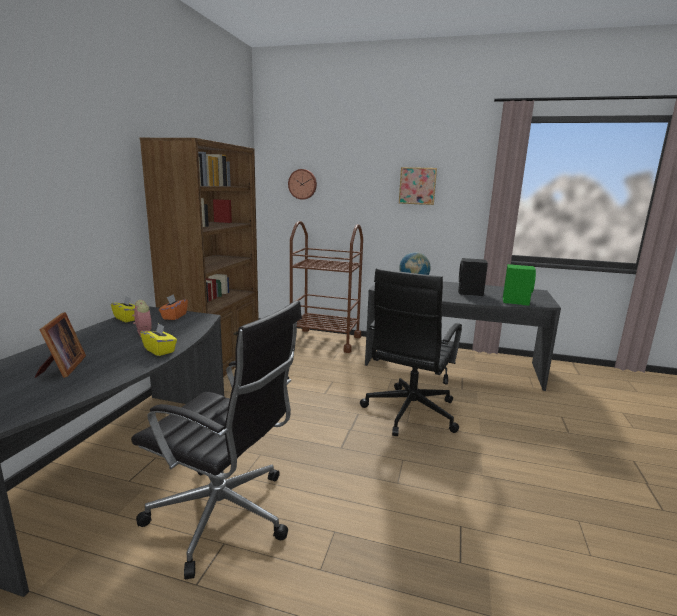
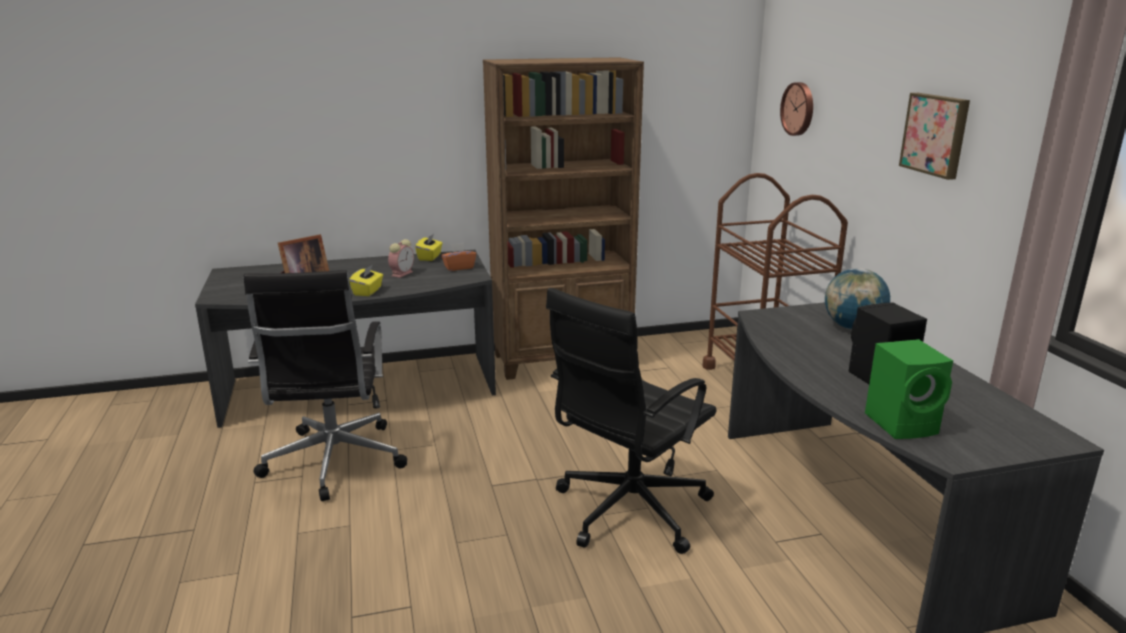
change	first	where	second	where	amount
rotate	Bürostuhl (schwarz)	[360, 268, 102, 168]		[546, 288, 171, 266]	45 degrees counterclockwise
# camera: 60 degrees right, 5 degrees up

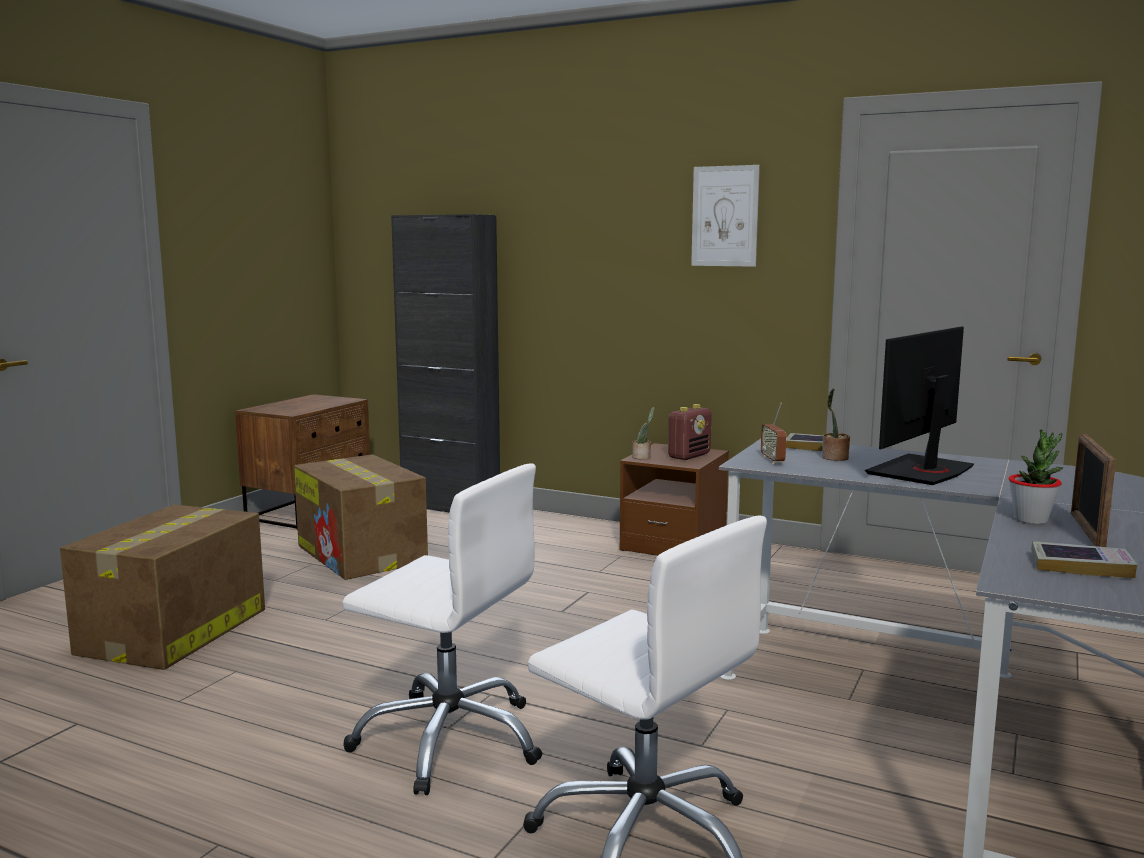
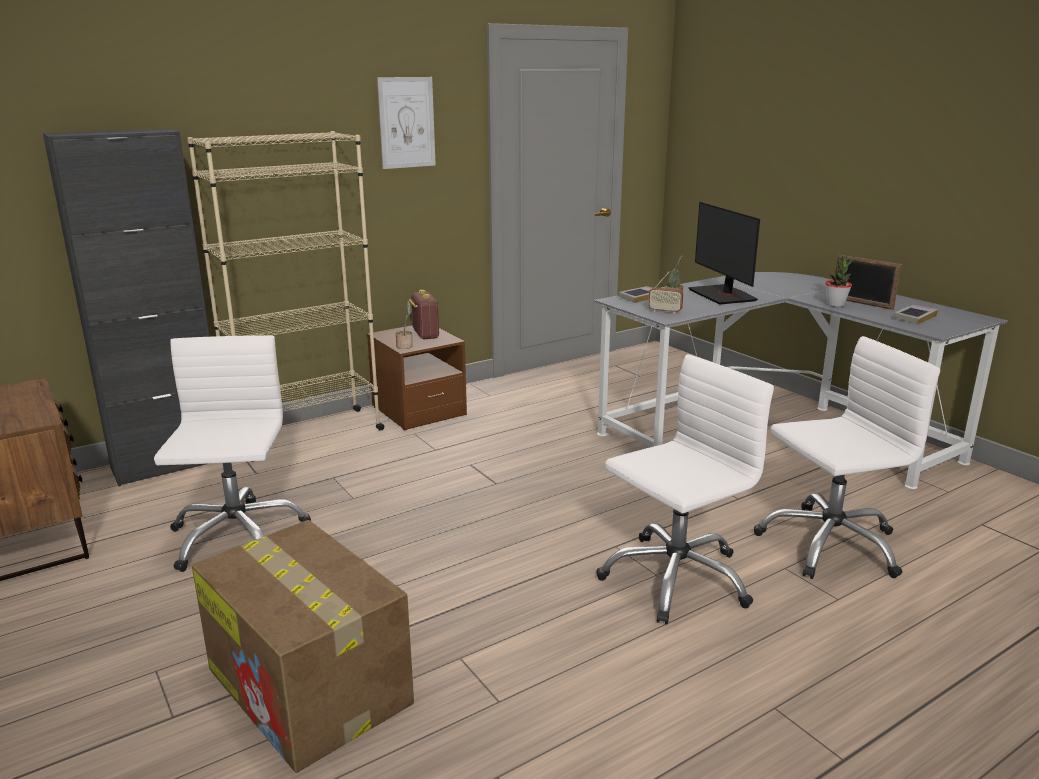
change	first	where	second	where	amount
replace	Karton	[294, 454, 134, 126]	Bürostuhl (weiß)	[154, 335, 157, 237]	
insert			Bücherregal (beige)	[187, 131, 198, 331]	
# camera: 60 degrees left, 10 degrees up

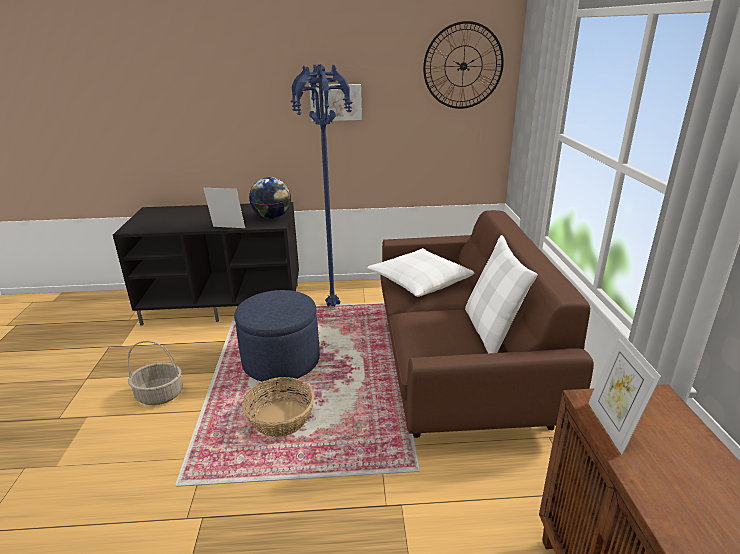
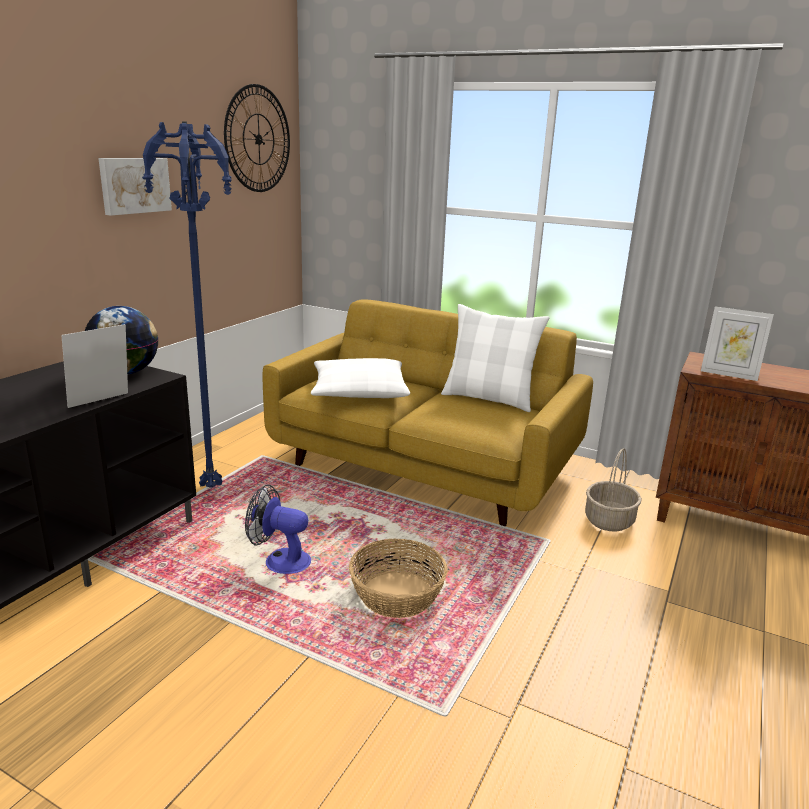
change	first	where	second	where	amount
recolor	Sofa (braun)	[380, 210, 214, 228]	Sofa (gelb)	[263, 299, 330, 227]	
replace	Polsterhocker (blau)	[234, 290, 86, 93]	Ventilator	[245, 484, 66, 90]	
move	Korb	[128, 341, 55, 64]		[585, 448, 57, 83]	
# camera: 60 degrees left, 5 degrees down

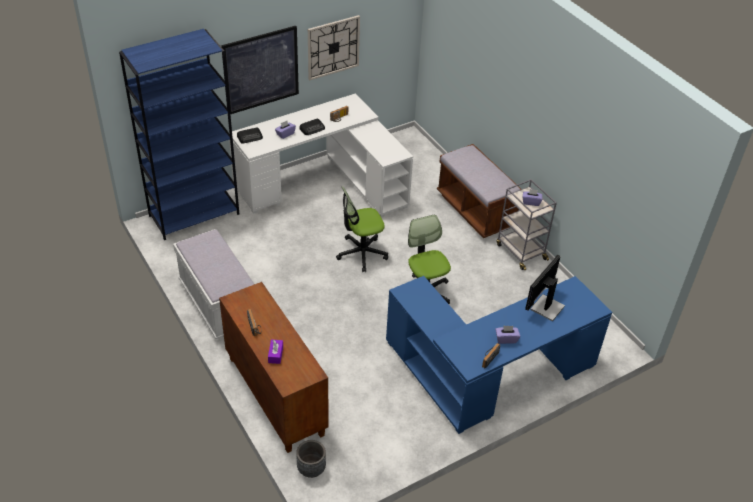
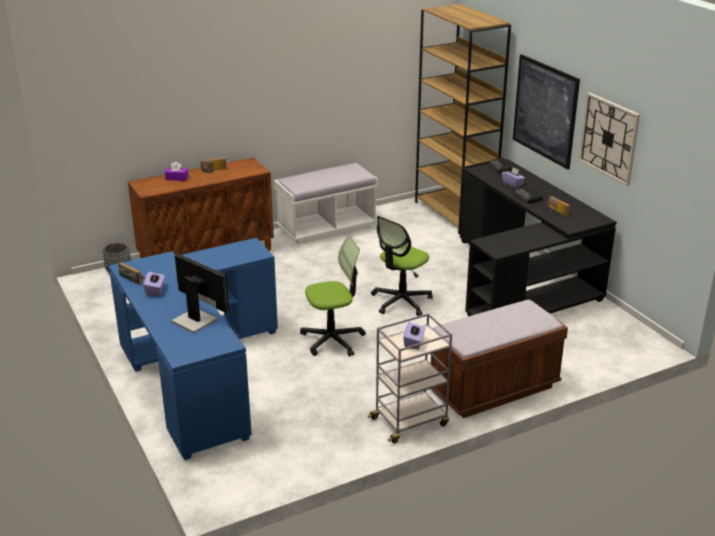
change	first	where	second	where	amount
recolor	Bücherregal (blau)	[119, 29, 120, 211]	Bücherregal (braun)	[415, 4, 96, 231]	
recolor	Schreibtisch (weiß)	[229, 94, 184, 123]	Schreibtisch (schwarz)	[460, 159, 157, 157]	
rotate	Bürostuhl	[336, 187, 52, 85]		[371, 216, 62, 100]	120 degrees counterclockwise
# camera: 95 degrees right, 15 degrees down

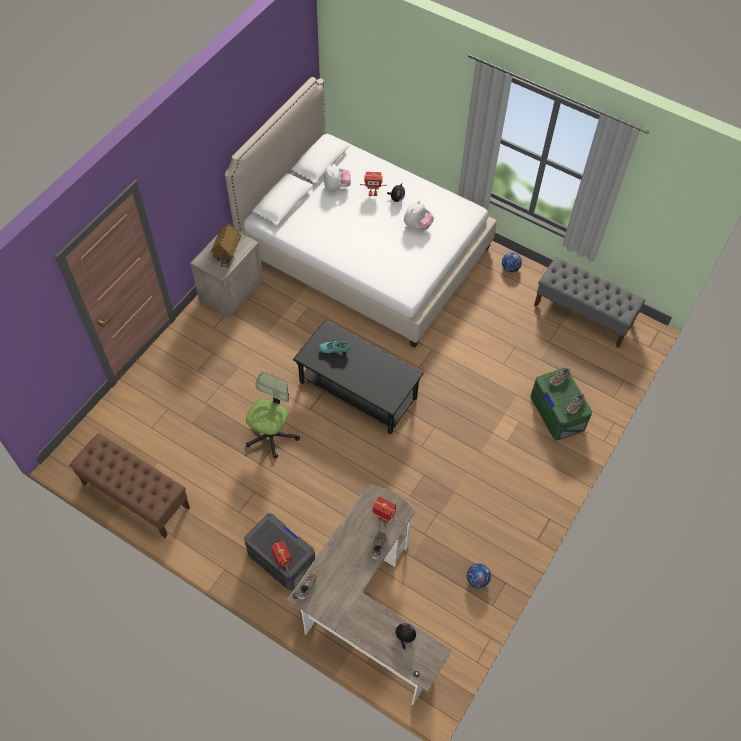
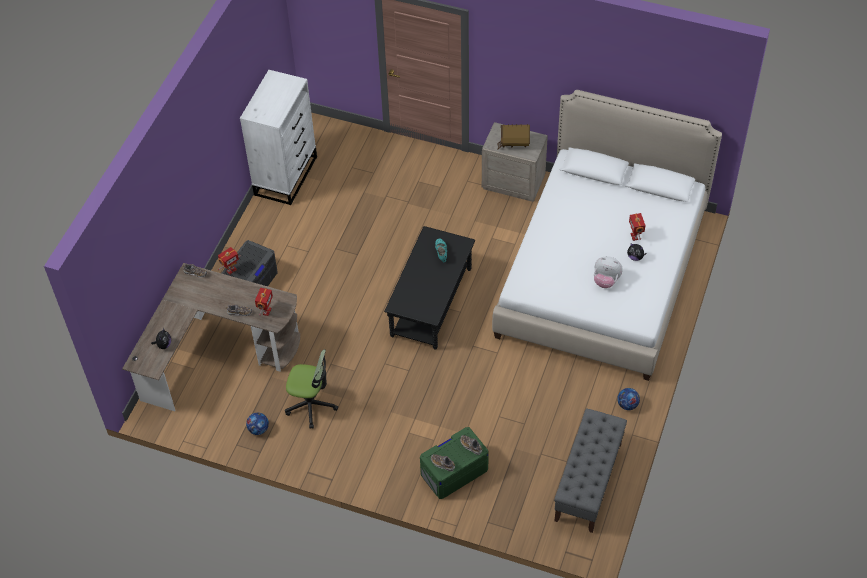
change	first	where	second	where	amount
delete	Plüschtier	[324, 163, 27, 28]			
move	Bürostuhl	[246, 372, 54, 87]		[285, 349, 53, 80]	
replace	Bank (braun)	[69, 433, 121, 105]	Kommode (weiß)	[240, 70, 77, 135]	
# camera: 80 degrees right, 5 degrees down

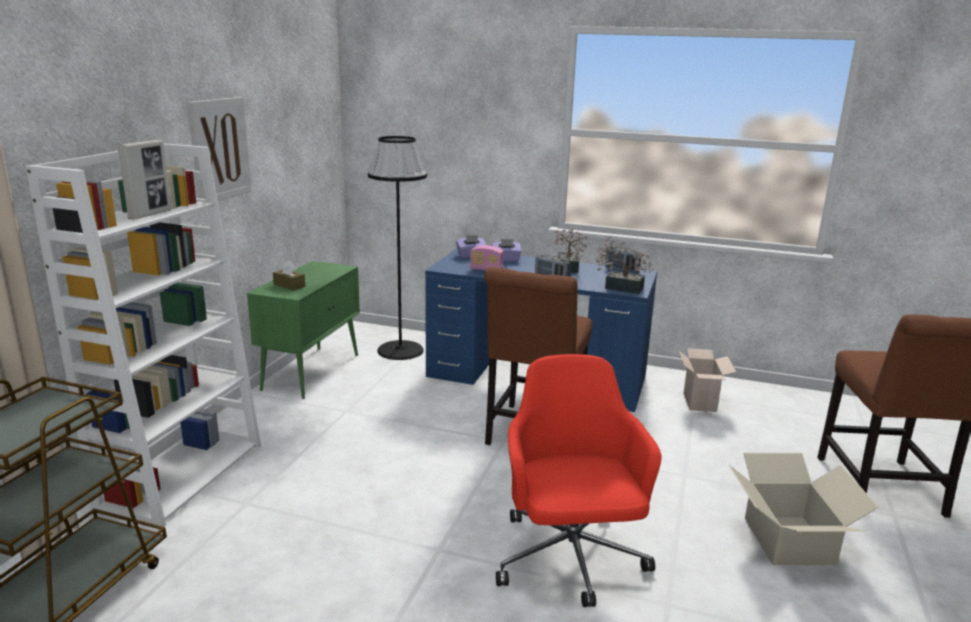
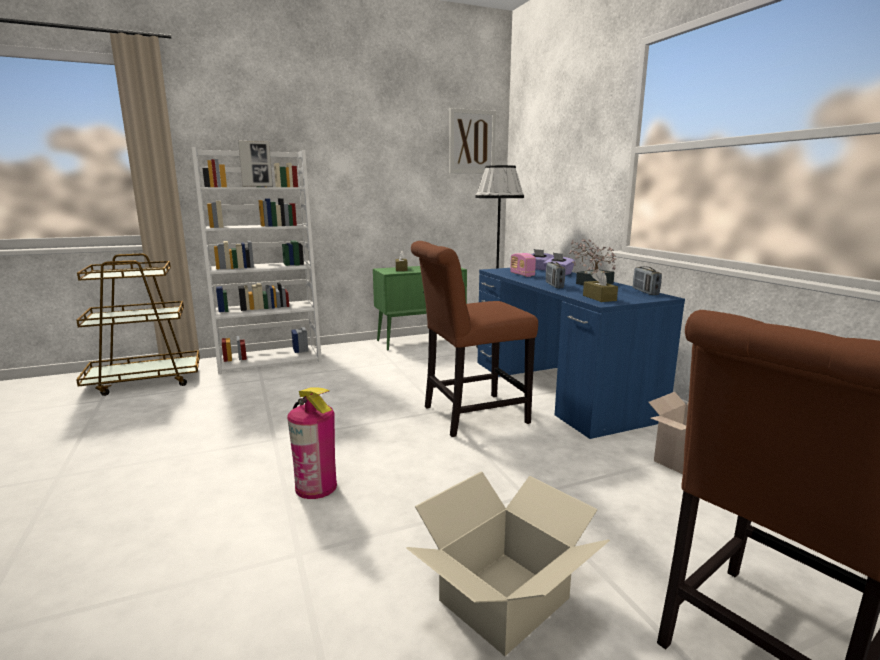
change	first	where	second	where	amount
move	Bild	[187, 97, 65, 104]		[449, 108, 47, 66]	
replace	Topfpflanze	[596, 237, 58, 57]	Taschentuchbox (braun)	[583, 270, 35, 32]	
replace	Bürostuhl (rot)	[496, 354, 166, 253]	Feuerlöscher	[287, 387, 50, 112]	
# camera: 50 degrees right, 5 degrees down

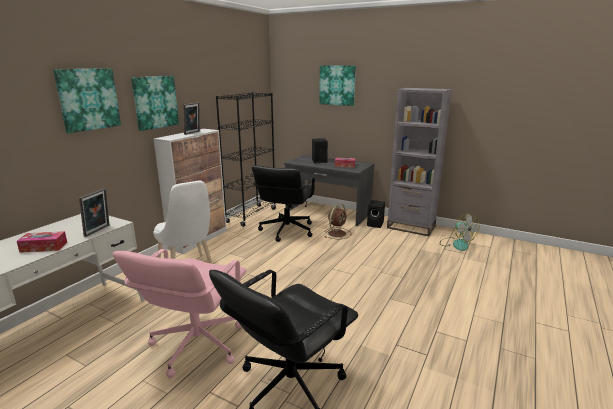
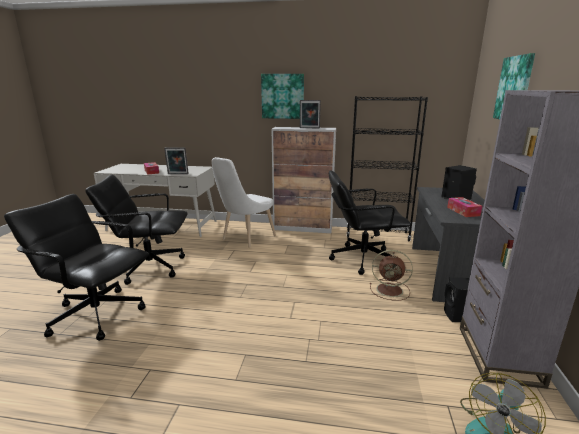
change	first	where	second	where	amount
delete	Bild	[53, 68, 68, 65]			
recolor	Bürostuhl (rosa)	[113, 249, 133, 129]	Bürostuhl (schwarz)	[85, 174, 103, 111]	
# camera: 70 degrees right, 0 degrees up

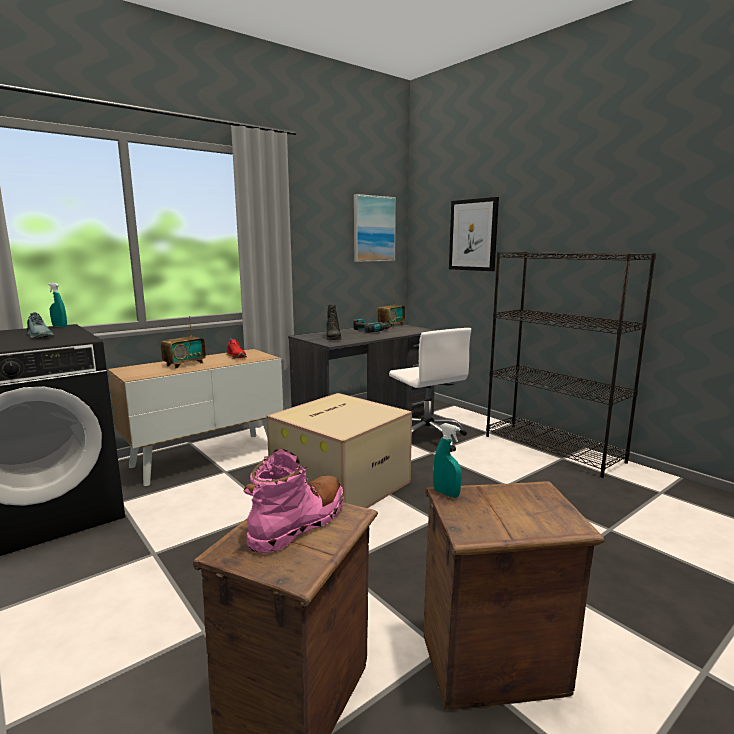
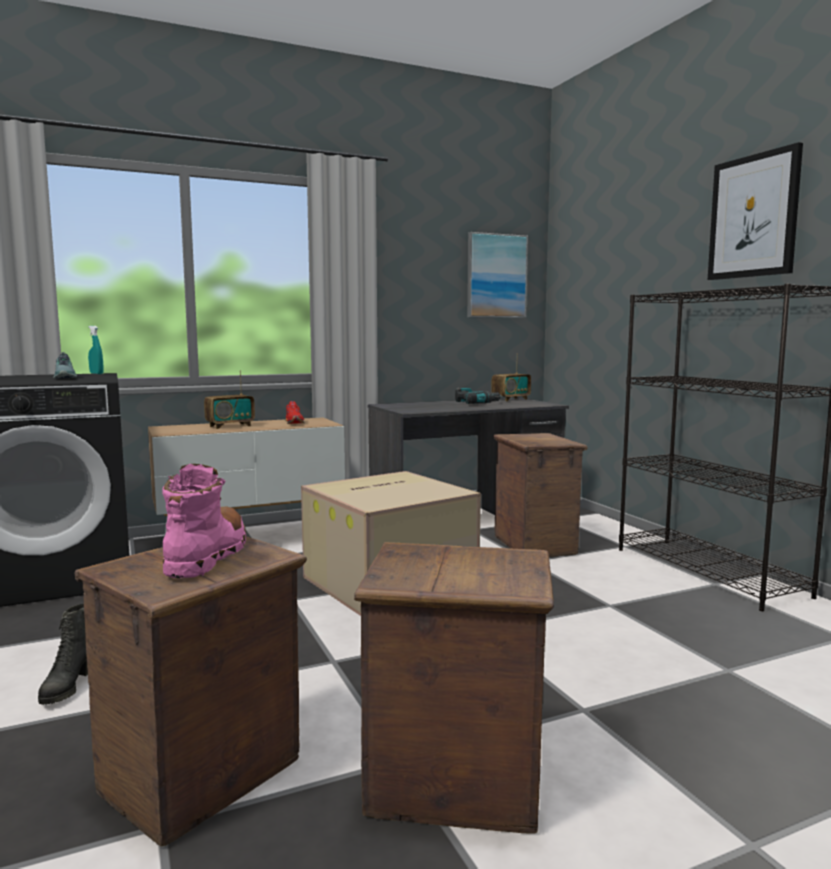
change	first	where	second	where	amount
move	Bild	[449, 197, 50, 74]		[708, 142, 95, 138]	
move	Stiefel (schwarz)	[326, 305, 15, 35]		[38, 603, 50, 102]	
replace	Bürostuhl (weiß)	[389, 328, 82, 124]	Kiste	[493, 433, 95, 124]	
delete	Sprühflasche (türkis)	[433, 423, 29, 75]			
rotate	Stiefel (rosa)	[244, 449, 100, 104]		[163, 464, 83, 114]	45 degrees counterclockwise
# camera: 15 degrees right, 5 degrees down

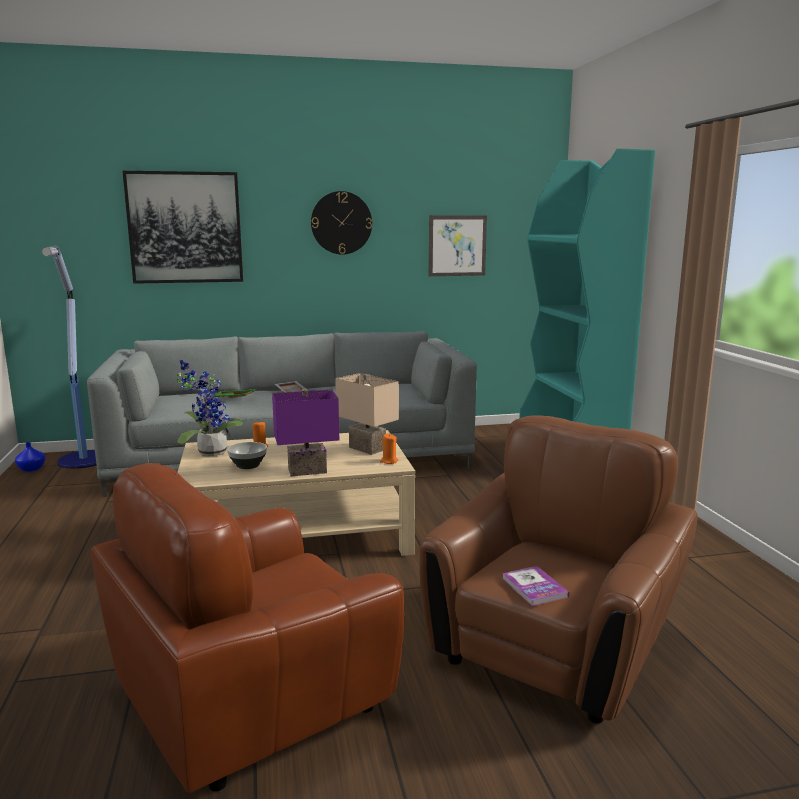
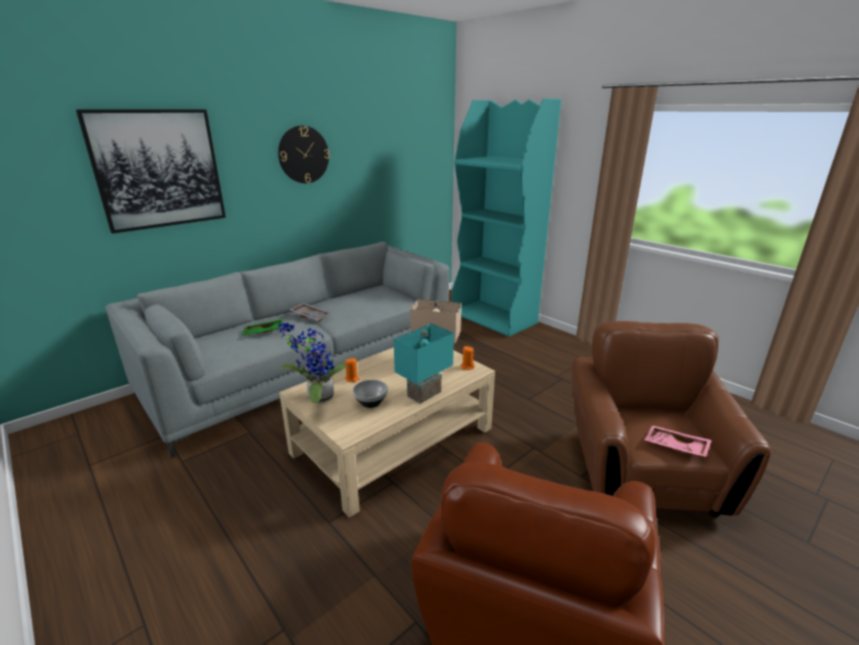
change	first	where	second	where	amount
delete	Bild	[429, 215, 58, 61]			
delete	Stehlampe	[42, 245, 55, 224]			
recolor	Tischlampe (lila)	[272, 389, 67, 87]	Tischlampe (türkis)	[394, 323, 60, 81]	
delete	Vase (blau)	[15, 442, 30, 30]			
replace	Buch	[502, 566, 67, 40]	Tablett (rosa)	[644, 425, 68, 32]	
# camera: 30 degrees left, 10 degrees up

